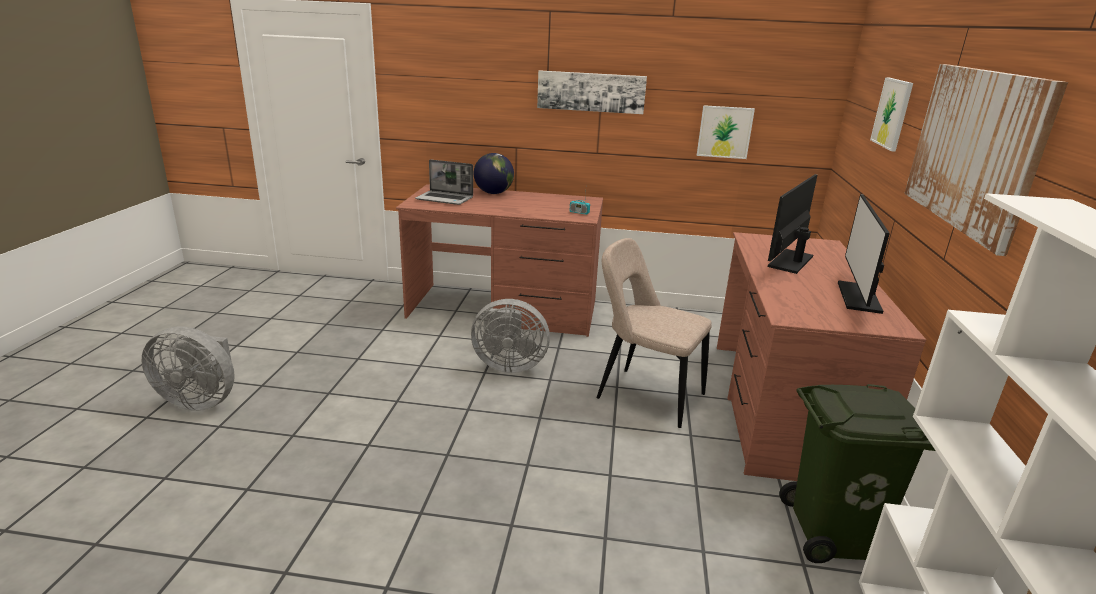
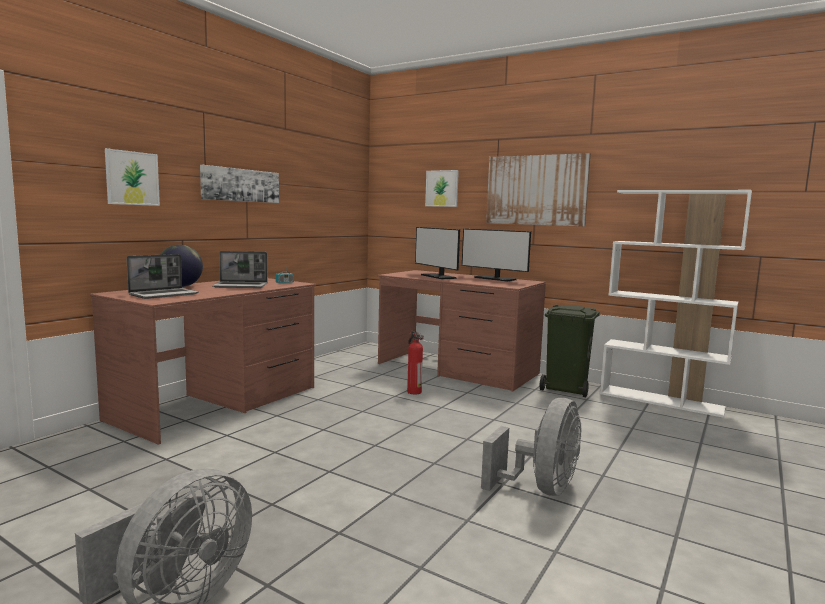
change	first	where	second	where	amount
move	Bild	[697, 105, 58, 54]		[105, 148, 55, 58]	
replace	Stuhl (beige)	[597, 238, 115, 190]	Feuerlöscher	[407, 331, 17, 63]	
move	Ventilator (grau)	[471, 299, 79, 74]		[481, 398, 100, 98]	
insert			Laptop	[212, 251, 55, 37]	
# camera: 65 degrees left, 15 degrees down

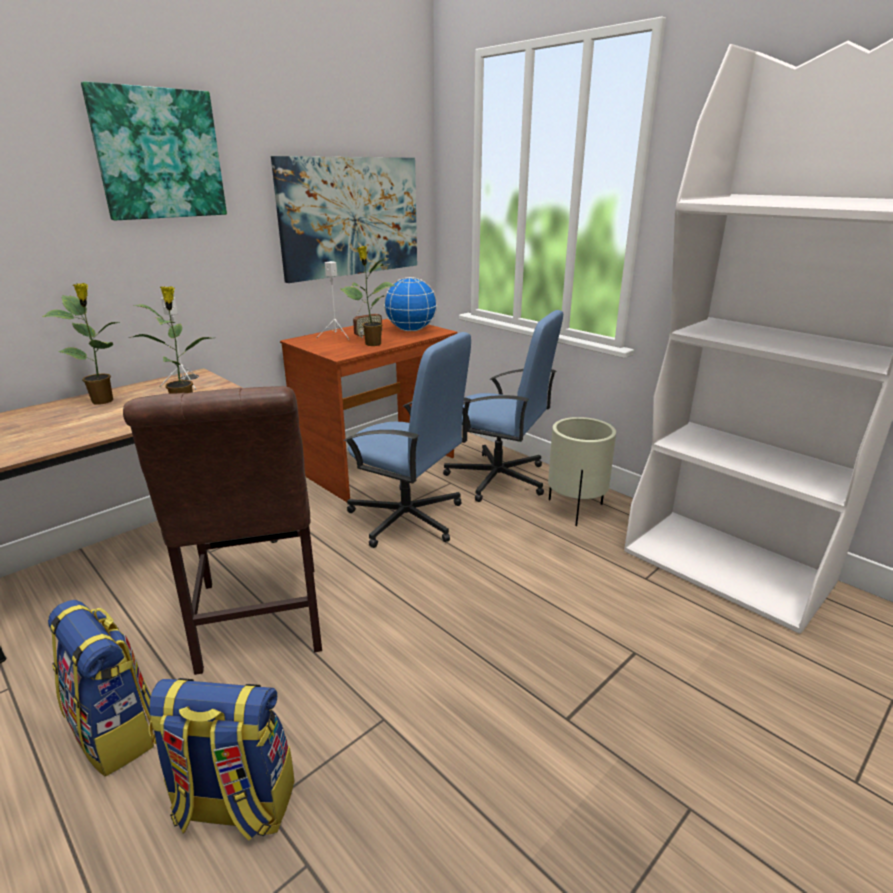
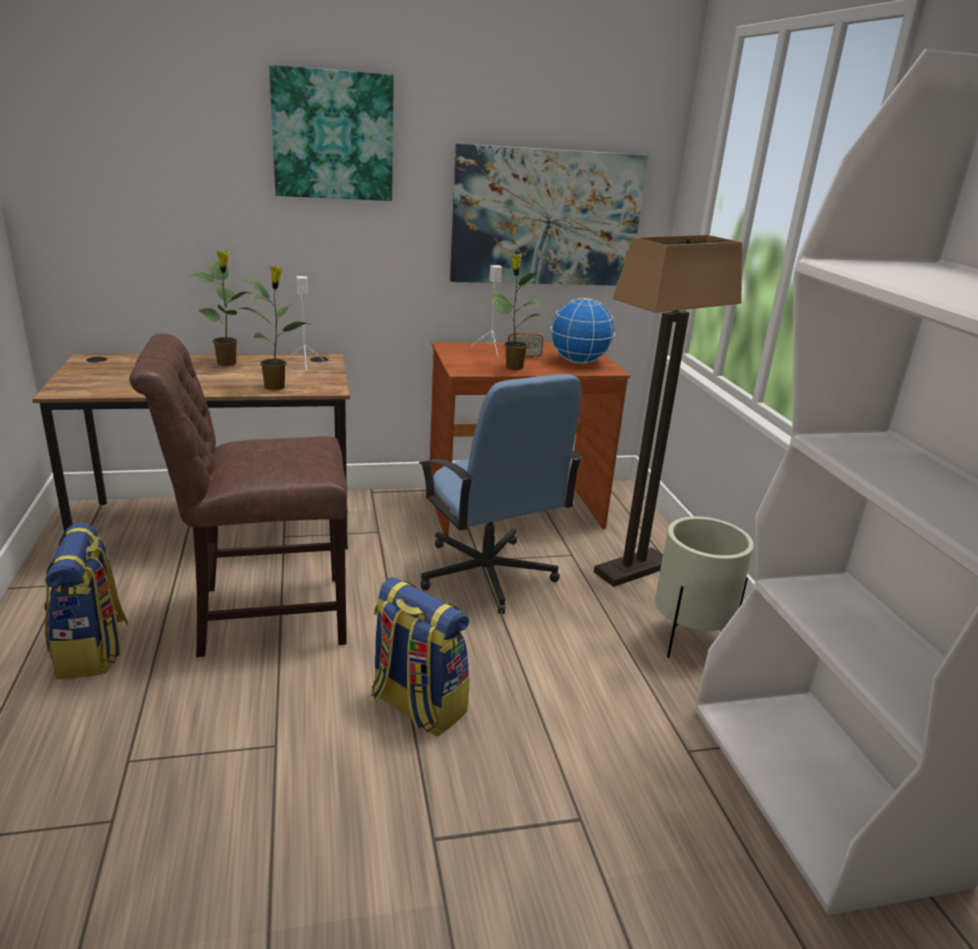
change	first	where	second	where	amount
replace	Bürostuhl (blau)	[443, 310, 120, 192]	Stehlampe	[594, 235, 148, 352]	
rotate	Stuhl (braun)	[123, 386, 199, 289]		[129, 333, 219, 324]	60 degrees clockwise
move	Rucksack	[149, 678, 145, 163]		[371, 577, 99, 160]	
# camera: 30 degrees right, 0 degrees up

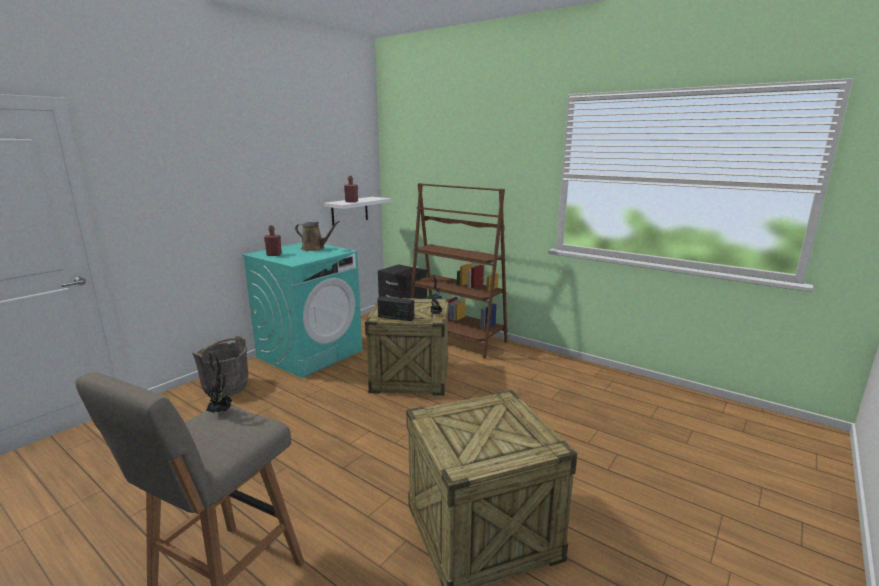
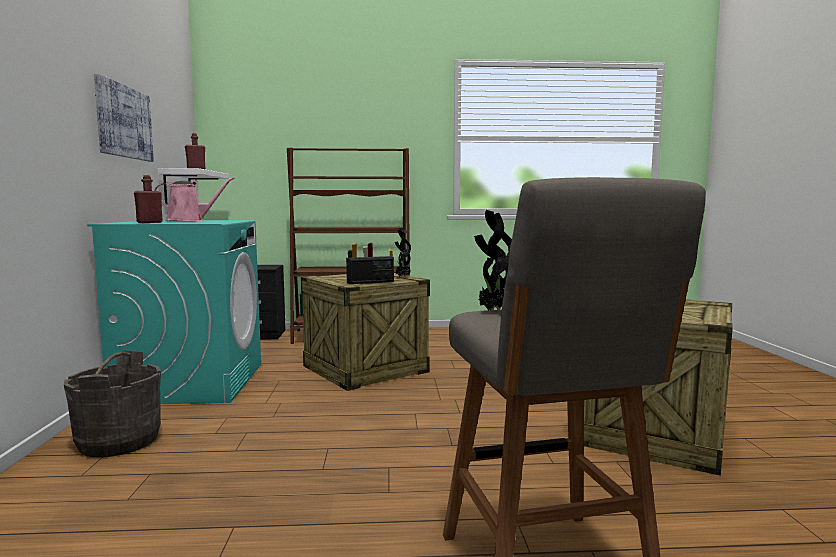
change	first	where	second	where	amount
recolor	Gießkanne (braun)	[295, 221, 45, 30]	Gießkanne (rosa)	[154, 177, 80, 44]	
insert			Bild	[94, 73, 60, 89]	
# camera: 40 degrees left, 10 degrees down

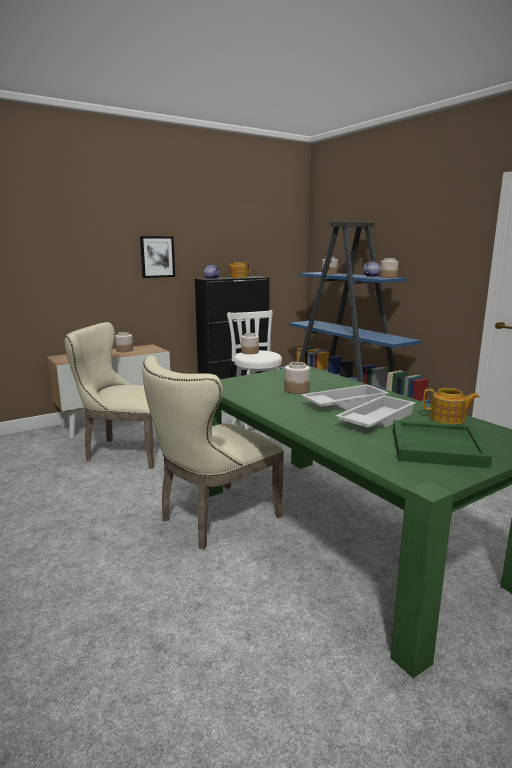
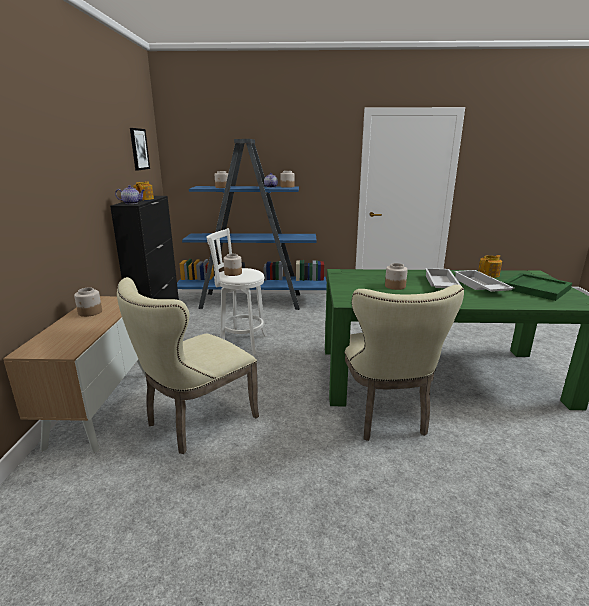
change	first	where	second	where	amount
move	Bild	[140, 236, 35, 42]		[130, 128, 20, 42]	
# camera: 55 degrees left, 5 degrees up

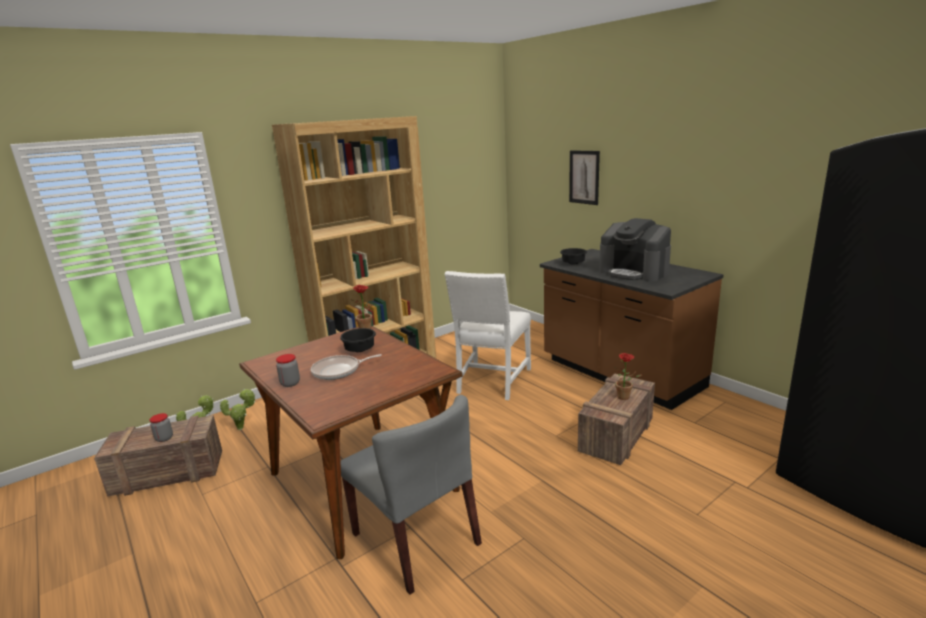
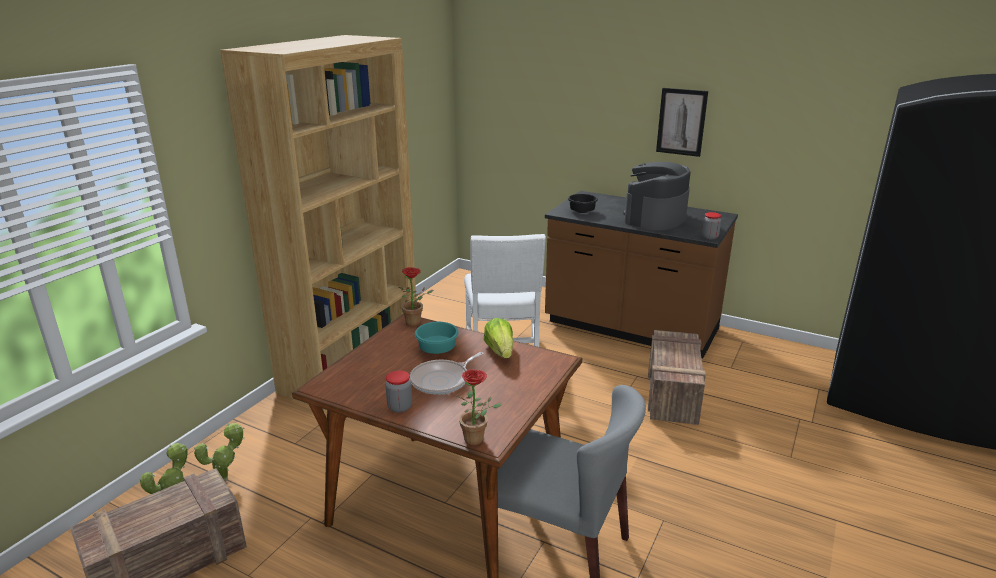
change	first	where	second	where	amount
move	Bild	[569, 150, 31, 55]		[656, 88, 52, 69]	
rotate	Kaffeemaschine	[599, 218, 72, 63]		[623, 162, 68, 68]	105 degrees clockwise
recolor	Schüssel (schwarz)	[340, 328, 36, 24]	Schüssel (türkis)	[415, 322, 44, 32]	
move	Topfpflanze	[614, 353, 28, 47]		[456, 369, 47, 76]	
move	Vorratsglas	[150, 413, 23, 29]		[702, 212, 19, 28]	
insert			Salatkopf	[484, 318, 29, 40]	
# camera: 25 degrees left, 5 degrees up

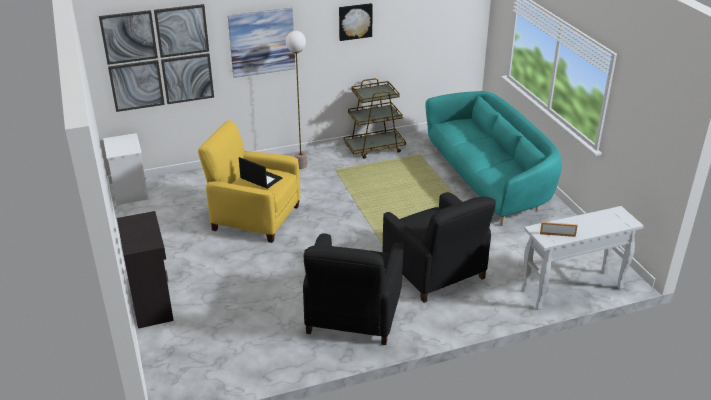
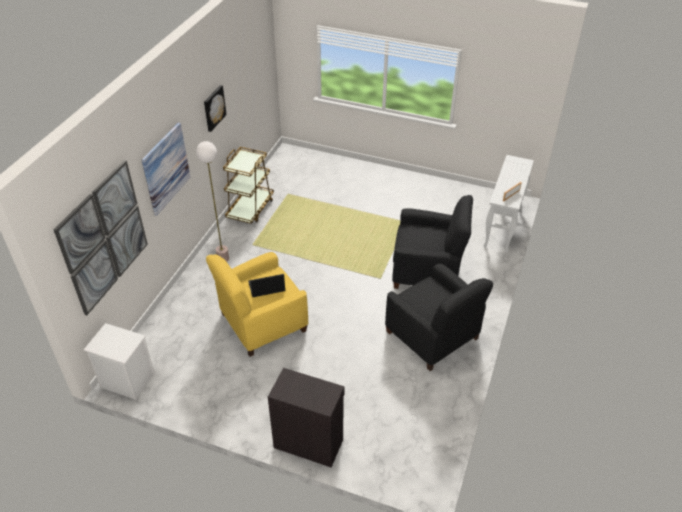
change	first	where	second	where	amount
delete	Sofa (türkis)	[425, 91, 137, 135]			
# camera: 50 degrees left, 10 degrees up

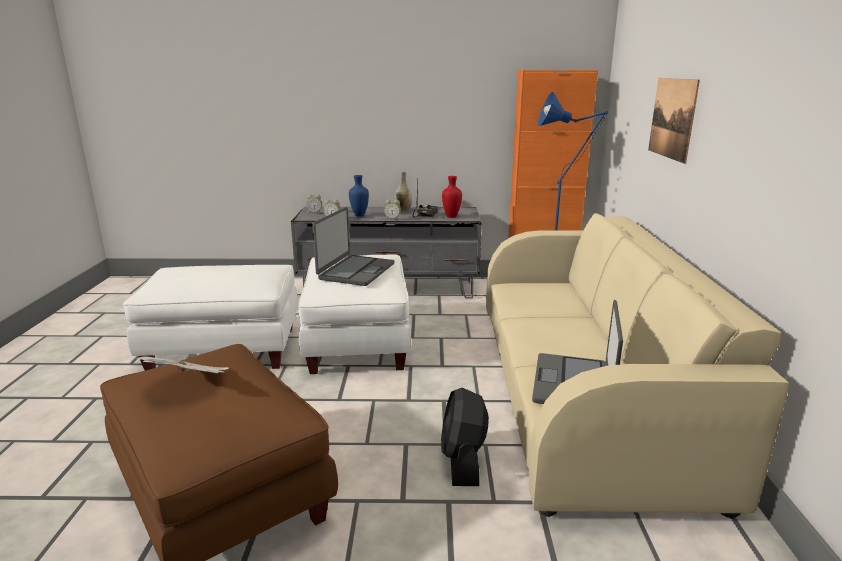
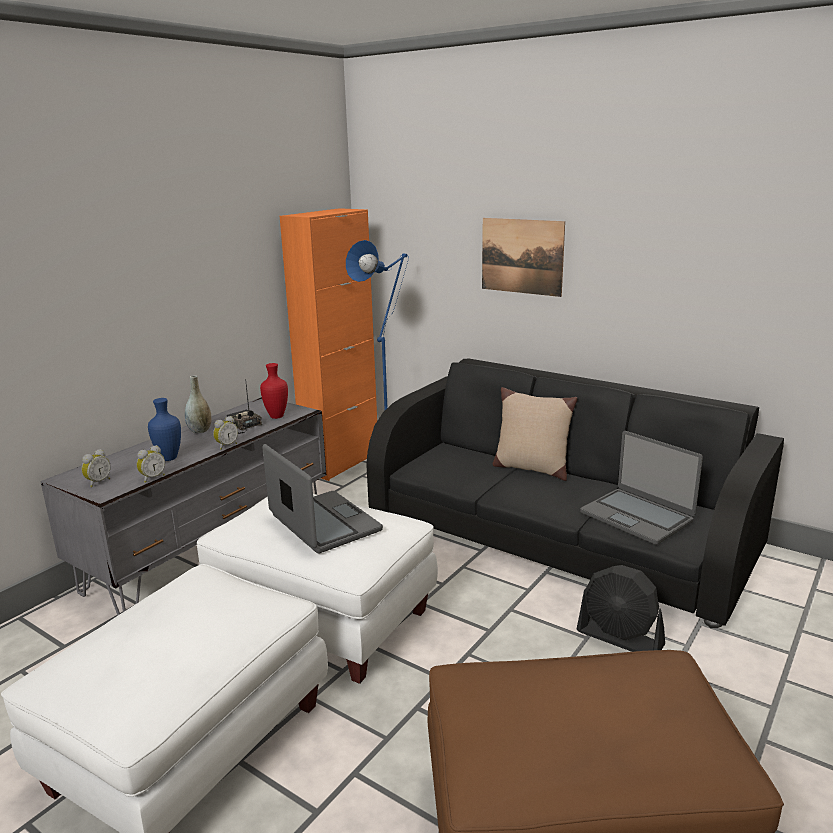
change	first	where	second	where	amount
recolor	Sofa (beige)	[486, 213, 303, 306]	Sofa (schwarz)	[366, 359, 418, 269]	
delete	Zeitung	[137, 356, 92, 17]			
insert			Kissen (beige)	[493, 387, 84, 94]	
# camera: 55 degrees left, 0 degrees up

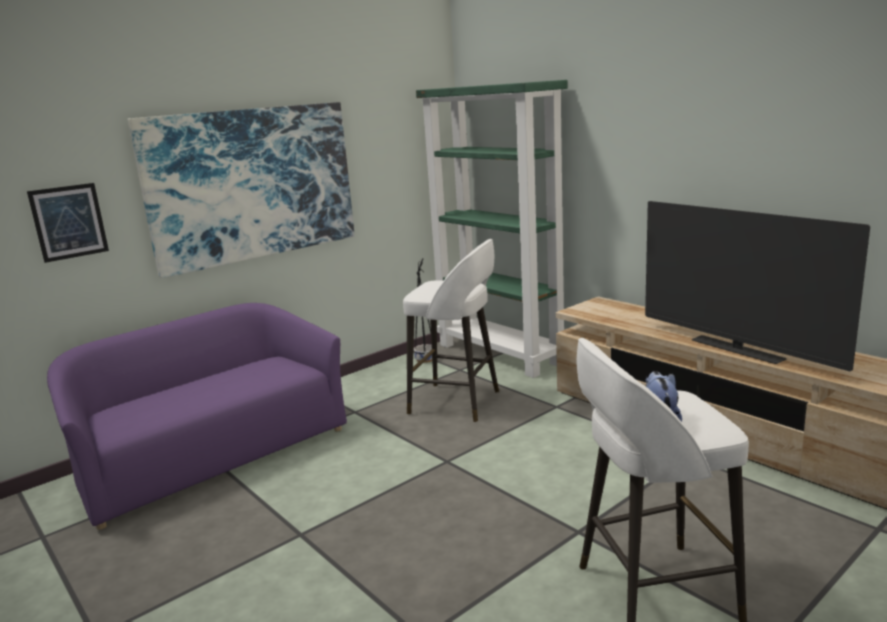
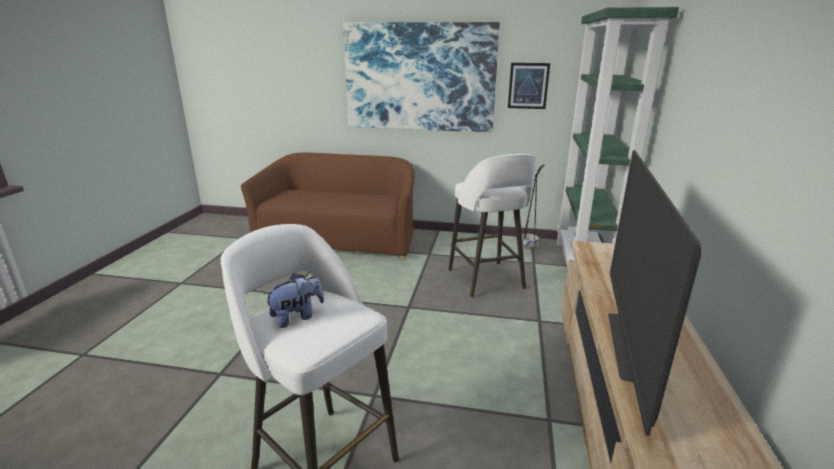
change	first	where	second	where	amount
move	Bild	[27, 183, 82, 80]		[508, 63, 42, 46]	
recolor	Sofa (lila)	[47, 303, 300, 227]	Sofa (braun)	[241, 152, 173, 107]	
# camera: 50 degrees right, 5 degrees up

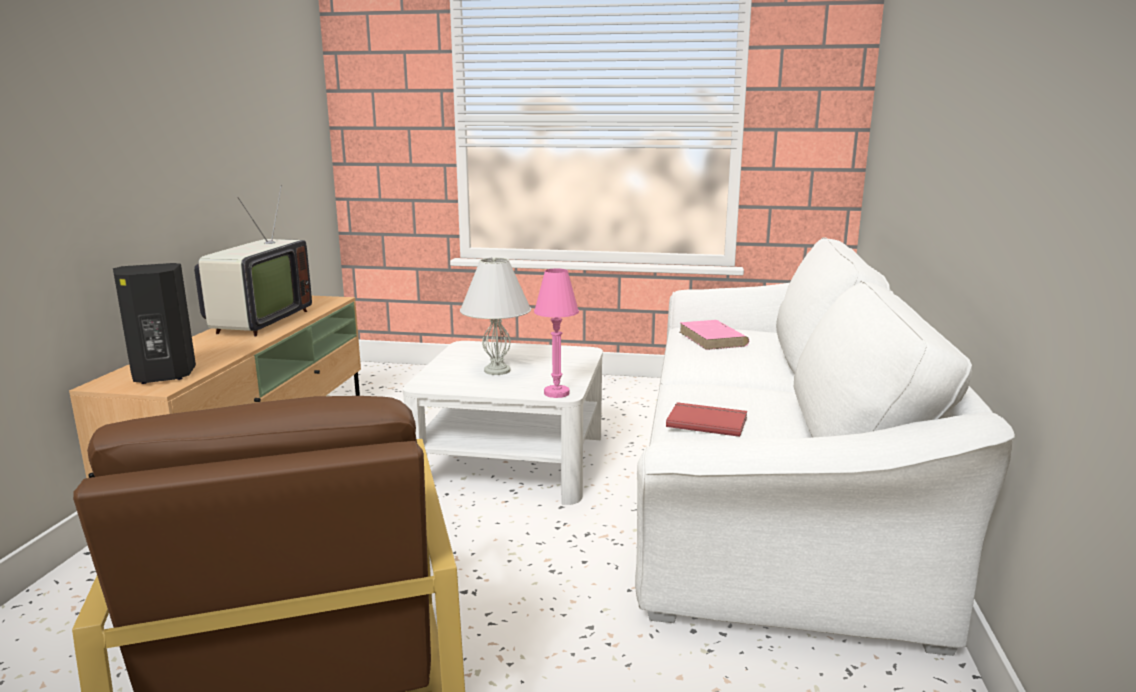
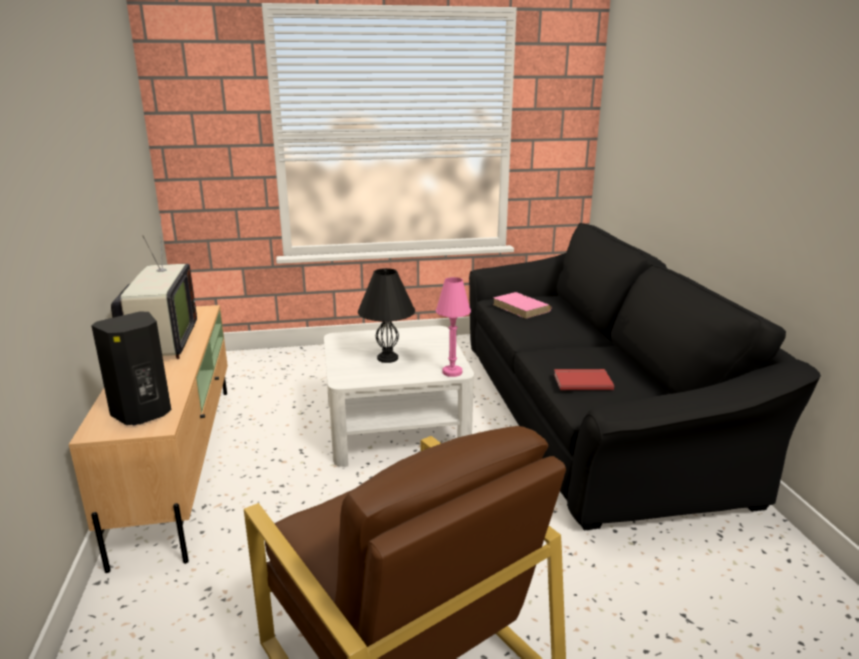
change	first	where	second	where	amount
recolor	Sofa (weiß)	[635, 237, 380, 419]	Sofa (schwarz)	[469, 223, 352, 307]	
recolor	Tischlampe (weiß)	[460, 257, 71, 118]	Tischlampe (schwarz)	[358, 268, 57, 95]	
# camera: 20 degrees left, 5 degrees up

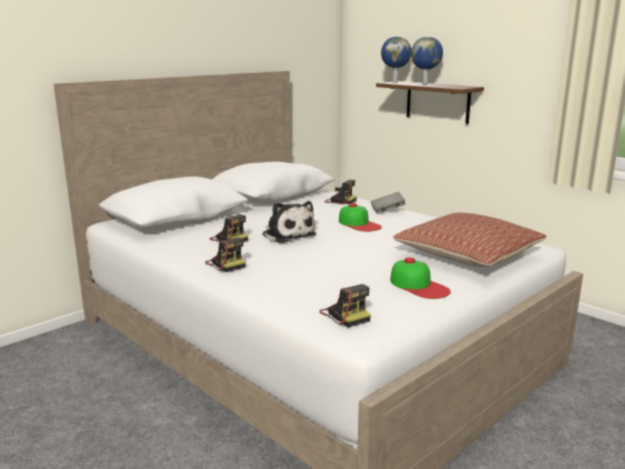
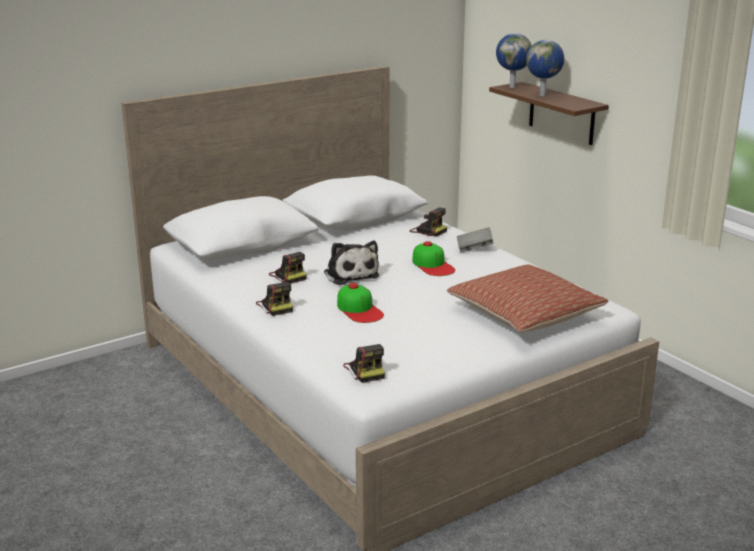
change	first	where	second	where	amount
move	Kappe	[390, 257, 61, 42]		[337, 283, 47, 40]	
# camera: 10 degrees right, 5 degrees up

